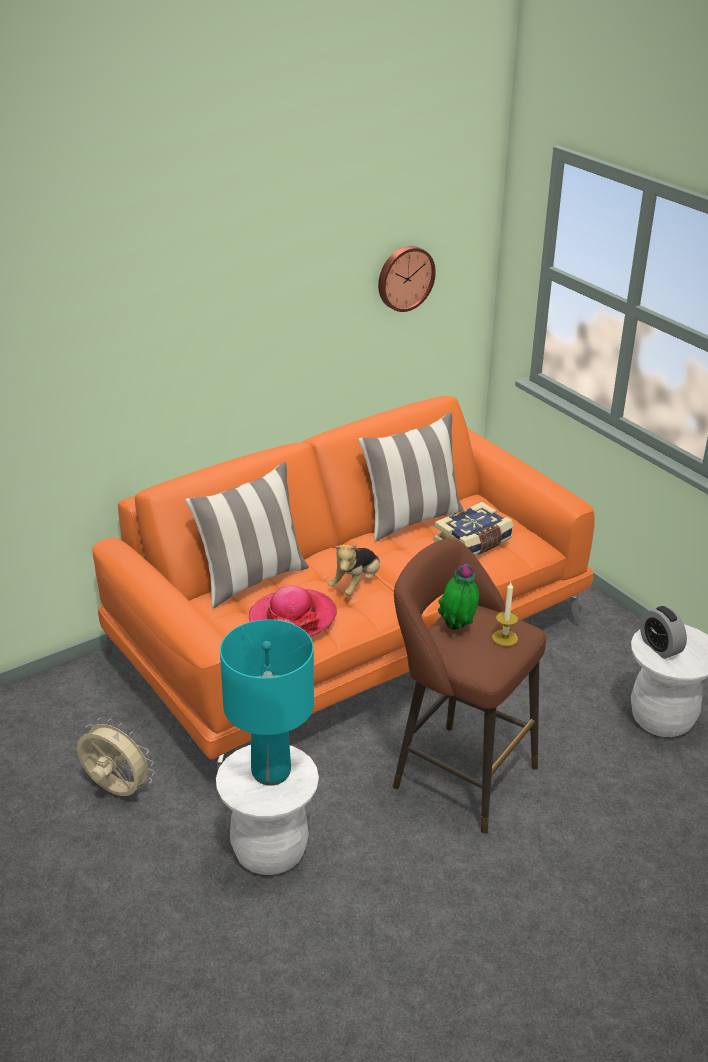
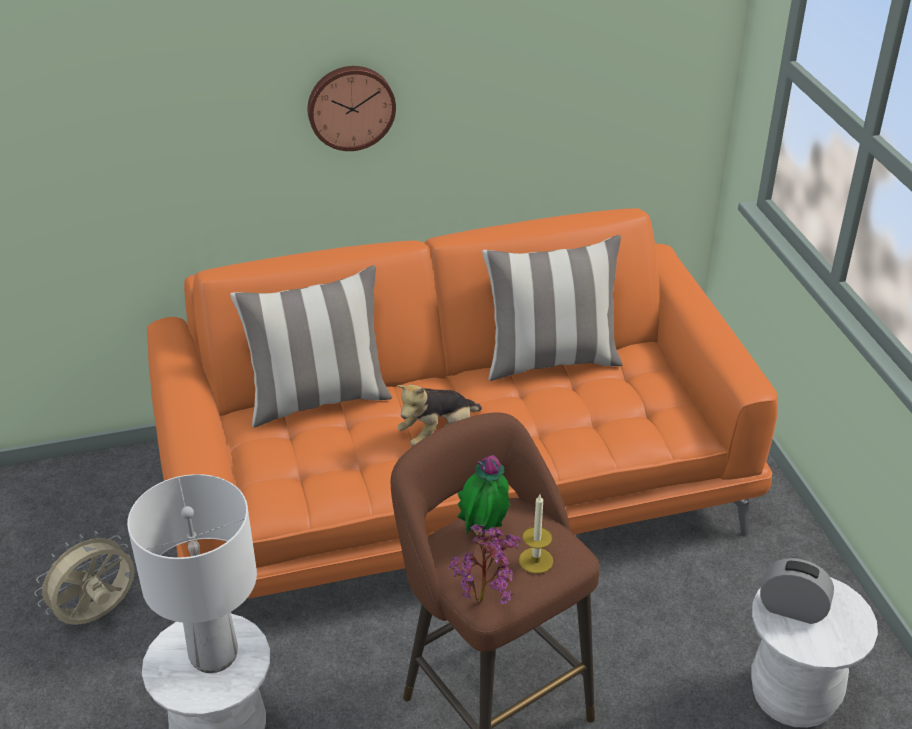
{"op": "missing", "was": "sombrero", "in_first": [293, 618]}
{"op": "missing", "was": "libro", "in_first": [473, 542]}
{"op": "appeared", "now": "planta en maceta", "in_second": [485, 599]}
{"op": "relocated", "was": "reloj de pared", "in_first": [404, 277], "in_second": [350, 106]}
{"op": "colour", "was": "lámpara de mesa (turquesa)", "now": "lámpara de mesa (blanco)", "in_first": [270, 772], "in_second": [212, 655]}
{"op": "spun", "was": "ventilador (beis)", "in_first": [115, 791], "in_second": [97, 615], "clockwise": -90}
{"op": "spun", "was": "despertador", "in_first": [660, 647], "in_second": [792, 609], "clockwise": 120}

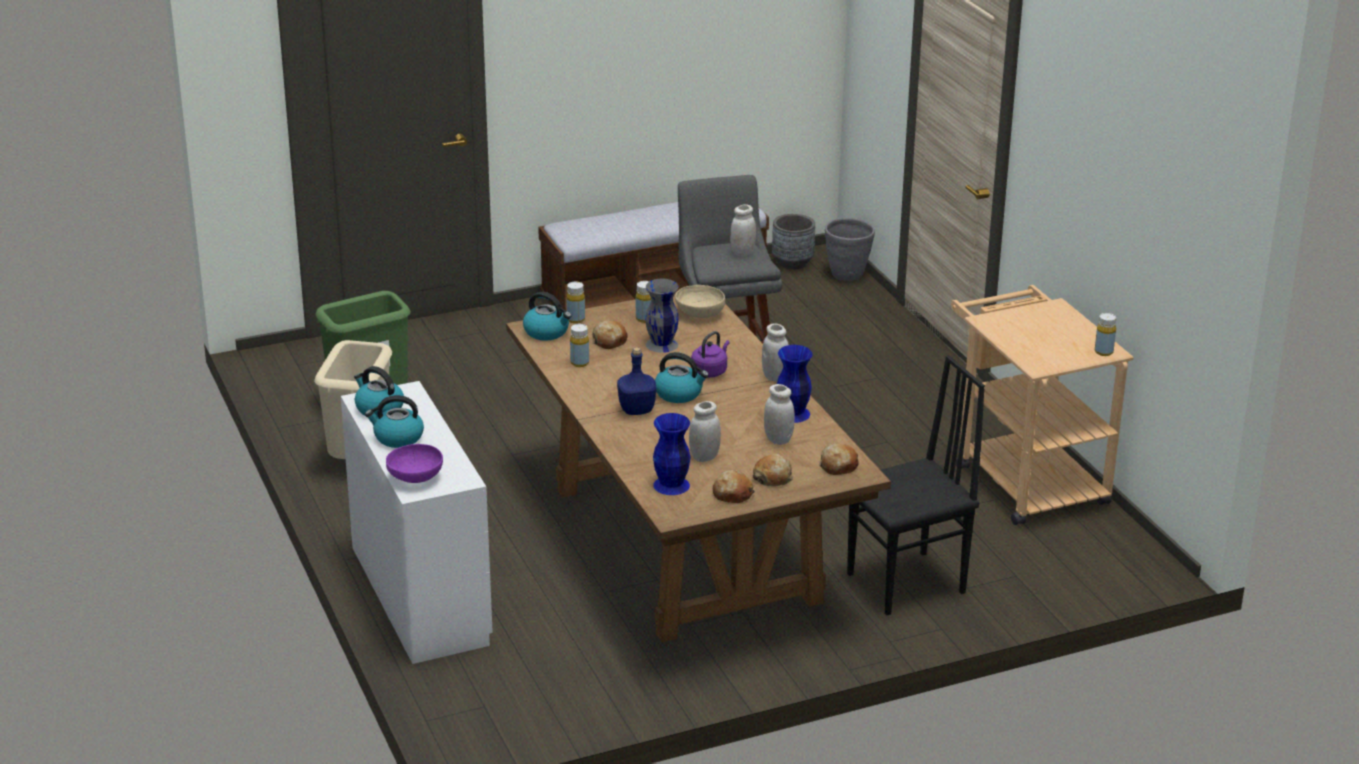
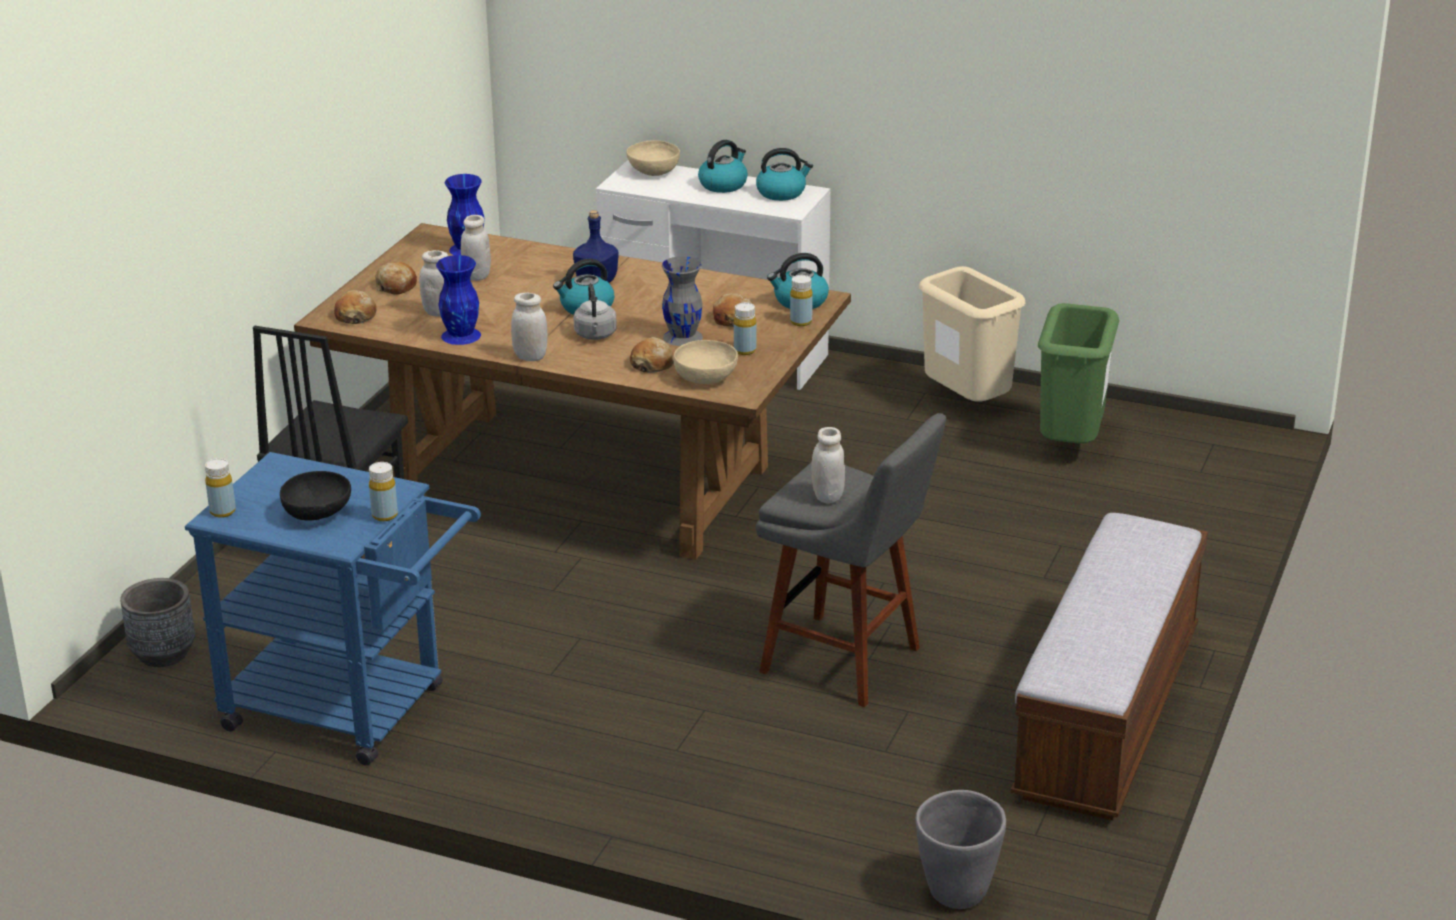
{"op": "appeared", "now": "cuenco (negro)", "in_second": [318, 514]}
{"op": "relocated", "was": "botella (amarillo)", "in_first": [579, 363], "in_second": [385, 515]}
{"op": "relocated", "was": "pan", "in_first": [732, 494], "in_second": [652, 364]}
{"op": "relocated", "was": "maceta (gris)", "in_first": [792, 262], "in_second": [163, 654]}
{"op": "colour", "was": "cuenco (morado)", "now": "cuenco (beis)", "in_first": [415, 478], "in_second": [653, 171]}
{"op": "colour", "was": "hervidor (morado)", "now": "hervidor (gris)", "in_first": [710, 371], "in_second": [595, 335]}
{"op": "colour", "was": "carrito (beis)", "now": "carrito (azul)", "in_first": [1024, 478], "in_second": [351, 711]}

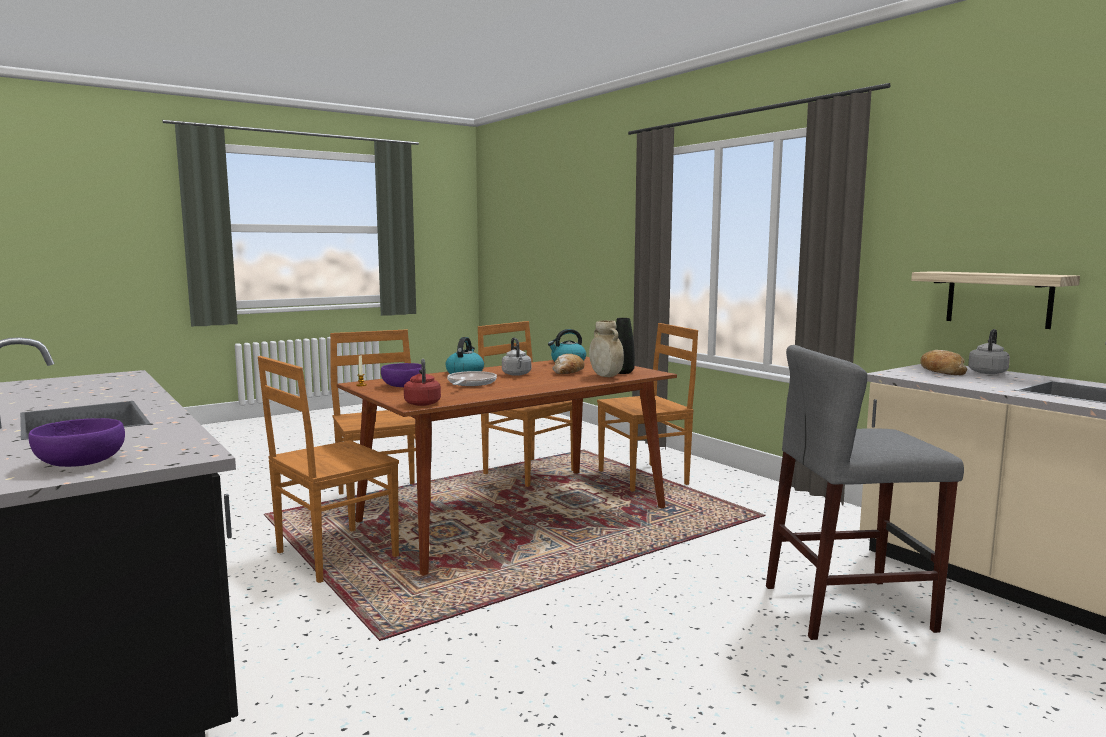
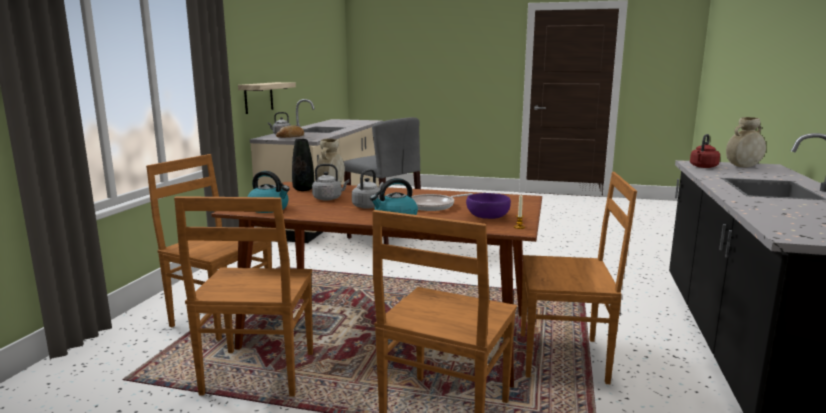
{"op": "relocated", "was": "hervidor (rojo)", "in_first": [422, 403], "in_second": [703, 167]}
{"op": "exchanged", "was": "cuenco (morado)", "now": "florero (beis)", "in_first": [80, 463], "in_second": [743, 167]}
{"op": "exchanged", "was": "pan", "now": "hervidor (gris)", "in_first": [567, 372], "in_second": [329, 198]}

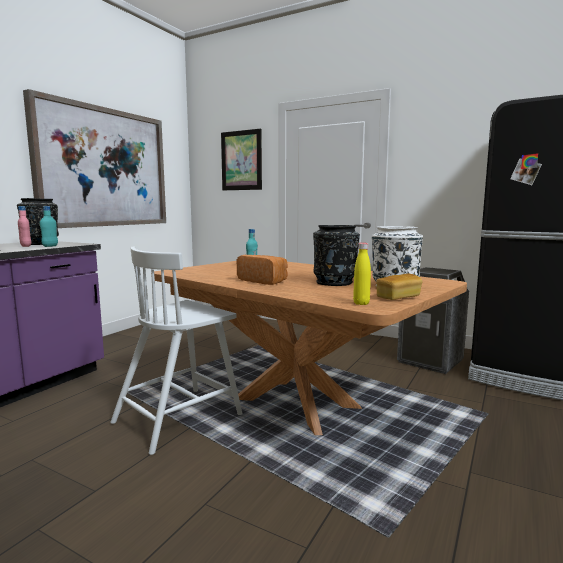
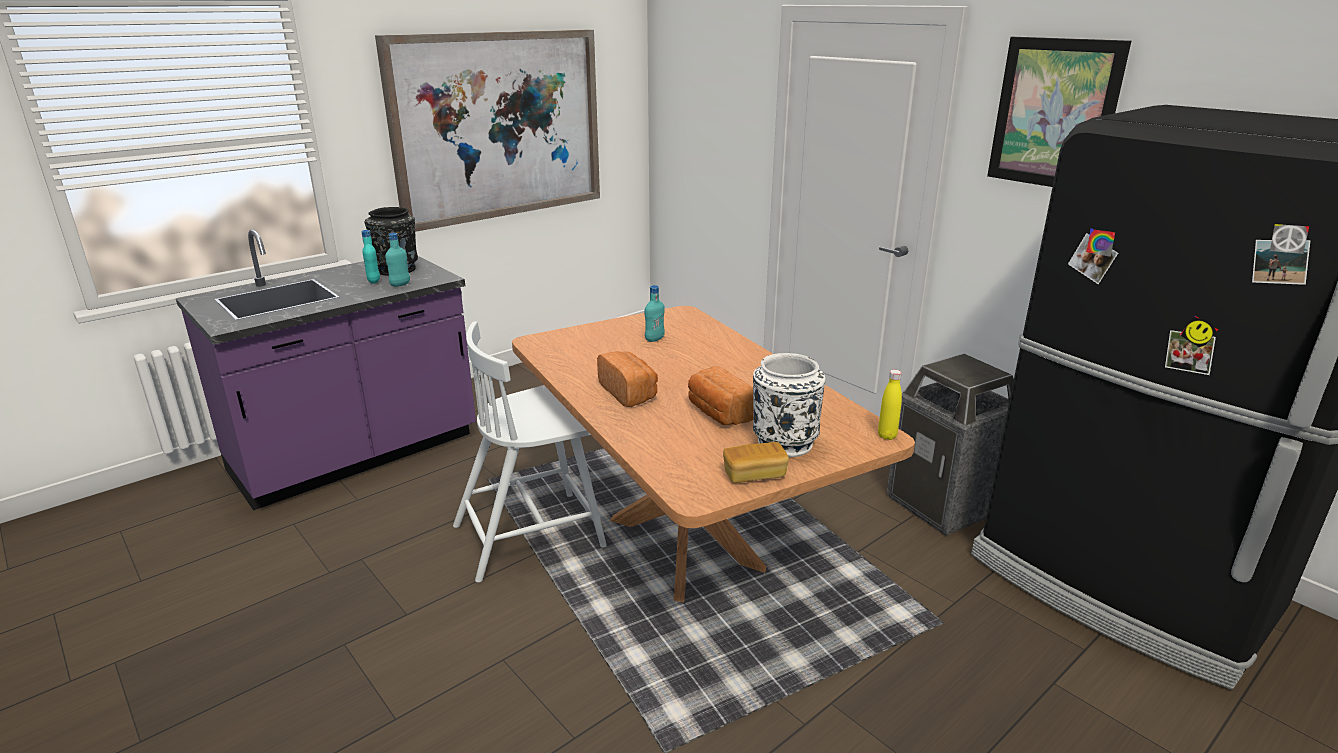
{"op": "relocated", "was": "cuadro", "in_first": [241, 160], "in_second": [1054, 114]}
{"op": "relocated", "was": "botella (amarillo)", "in_first": [361, 303], "in_second": [887, 436]}
{"op": "exchanged", "was": "florero (negro)", "now": "pan", "in_first": [335, 282], "in_second": [719, 413]}
{"op": "colour", "was": "botella (rosa)", "now": "botella (turquesa)", "in_first": [26, 246], "in_second": [374, 281]}

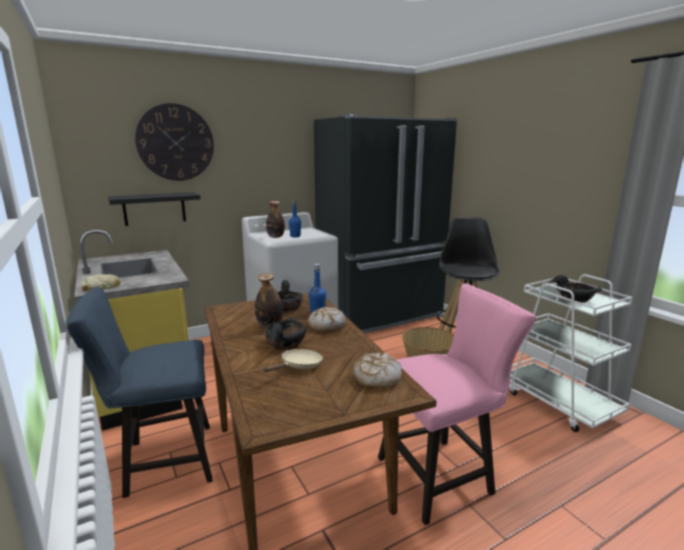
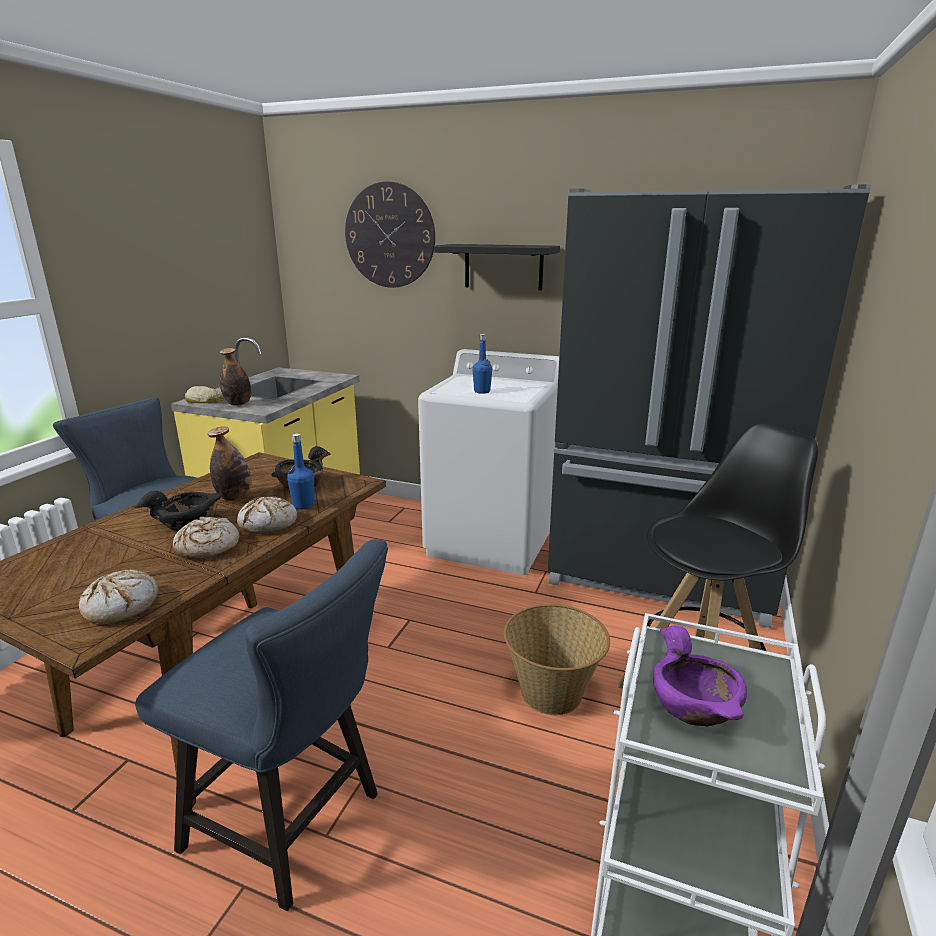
{"op": "missing", "was": "sartén (beis)", "in_first": [298, 366]}
{"op": "appeared", "now": "pan", "in_second": [207, 547]}
{"op": "relocated", "was": "estante (negro)", "in_first": [154, 208], "in_second": [503, 267]}
{"op": "relocated", "was": "botella", "in_first": [275, 237], "in_second": [238, 404]}
{"op": "colour", "was": "silla (rosa)", "now": "silla (azul)", "in_first": [441, 474], "in_second": [294, 824]}
{"op": "colour", "was": "cuenco (negro)", "now": "cuenco (morado)", "in_first": [575, 299], "in_second": [694, 705]}

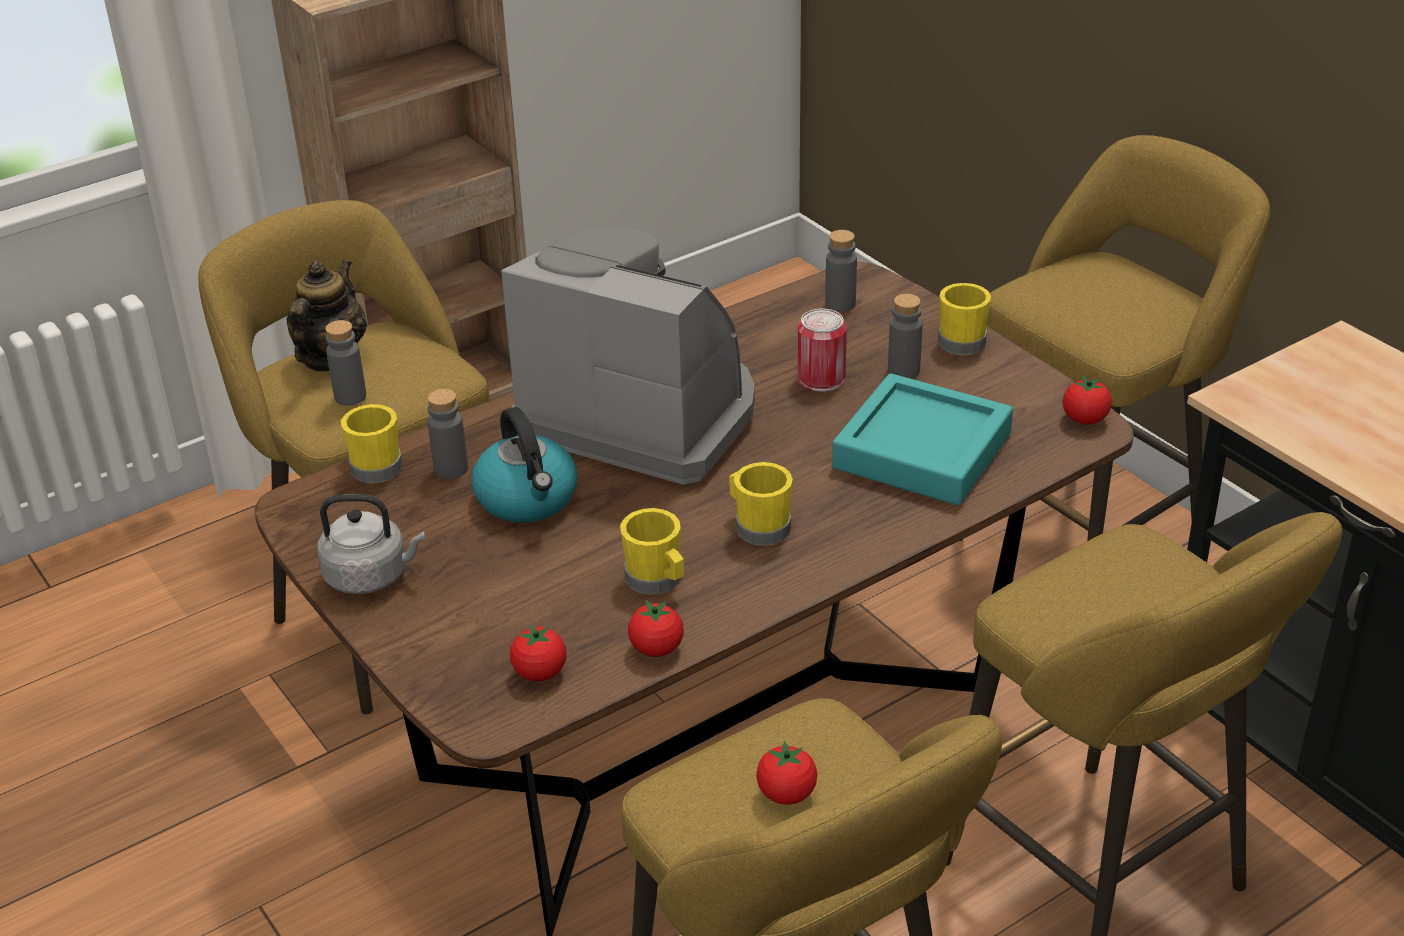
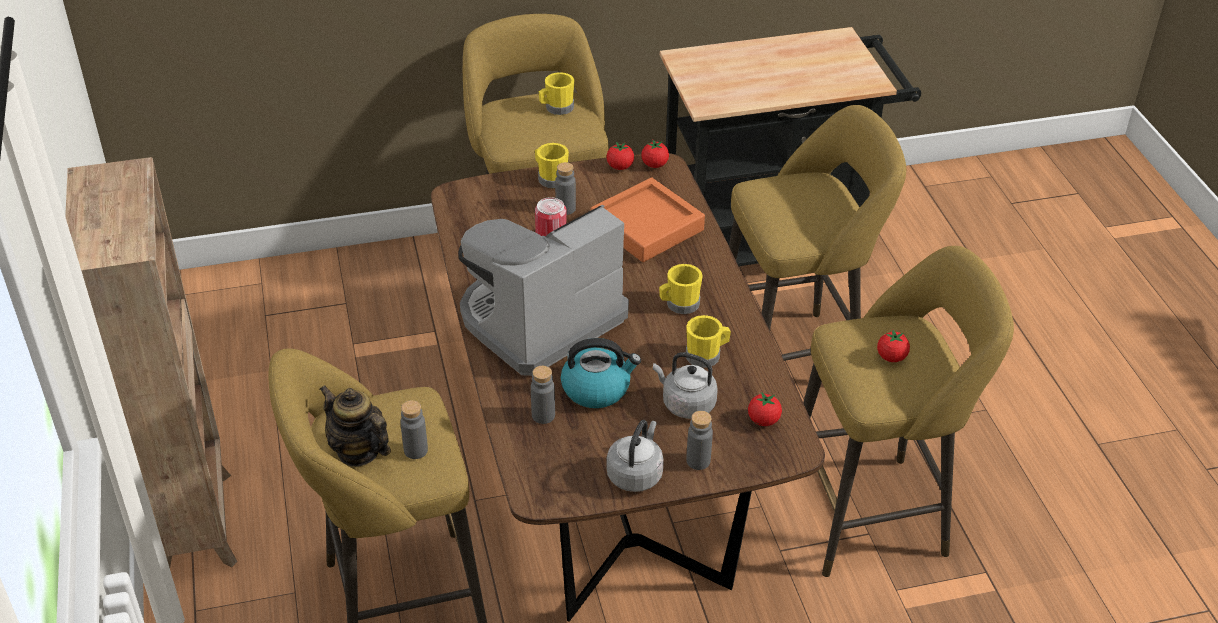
{"op": "appeared", "now": "hervidor (gris)", "in_second": [686, 404]}
{"op": "relocated", "was": "taza grande (amarillo)", "in_first": [372, 466], "in_second": [556, 108]}
{"op": "relocated", "was": "tomate", "in_first": [656, 649], "in_second": [620, 167]}
{"op": "relocated", "was": "botella (gris)", "in_first": [840, 304], "in_second": [698, 461]}
{"op": "colour", "was": "bandeja (turquesa)", "now": "bandeja (naranja)", "in_first": [922, 451], "in_second": [647, 226]}

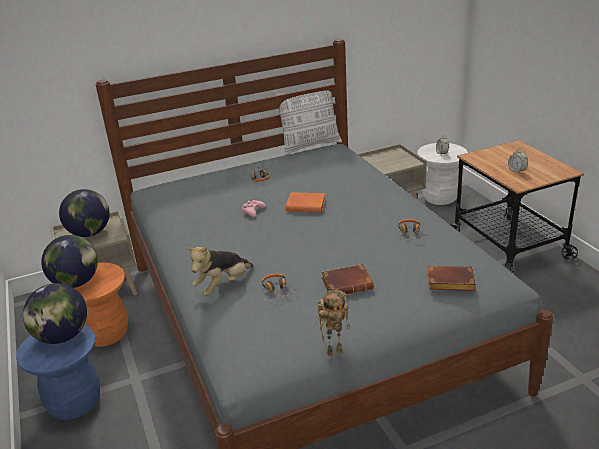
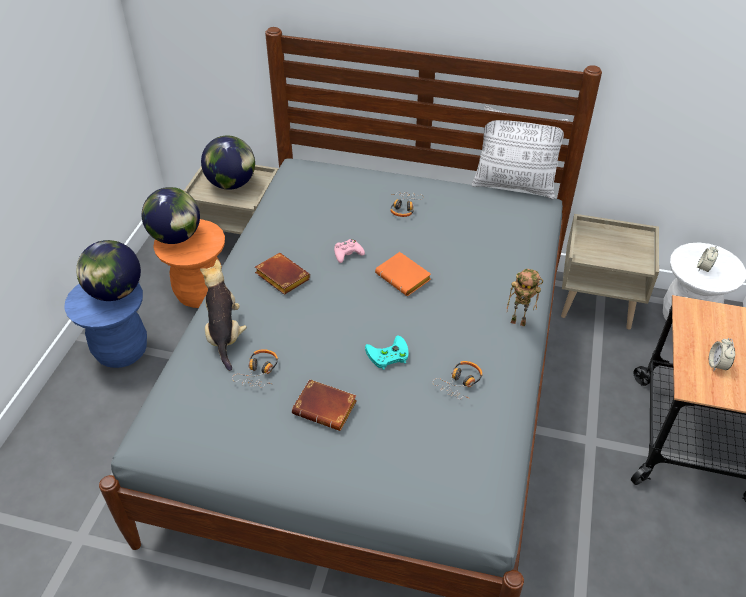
{"op": "appeared", "now": "mando de consola (turquesa)", "in_second": [387, 356]}
{"op": "relocated", "was": "robot de juguete", "in_first": [335, 351], "in_second": [519, 321]}
{"op": "relocated", "was": "libro (marrón)", "in_first": [449, 283], "in_second": [280, 277]}
{"op": "spun", "was": "peluche", "in_first": [223, 285], "in_second": [225, 334], "clockwise": 90}

